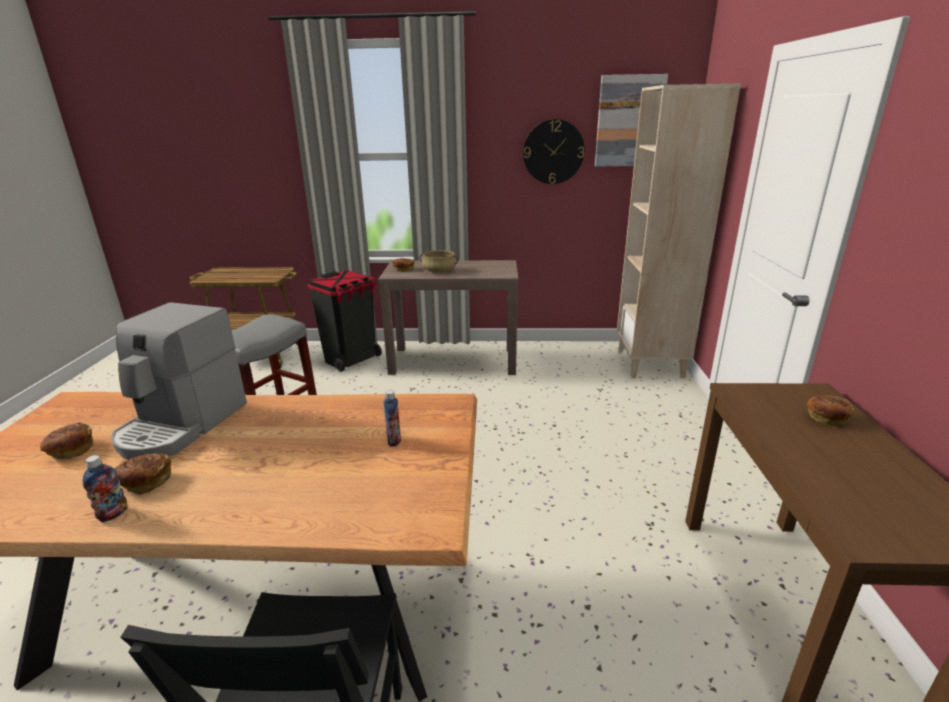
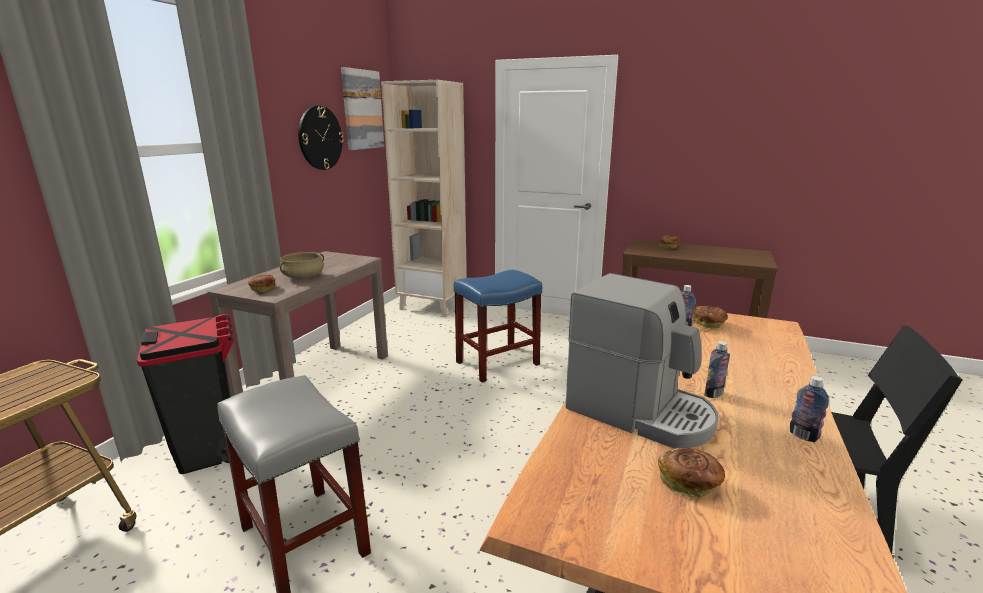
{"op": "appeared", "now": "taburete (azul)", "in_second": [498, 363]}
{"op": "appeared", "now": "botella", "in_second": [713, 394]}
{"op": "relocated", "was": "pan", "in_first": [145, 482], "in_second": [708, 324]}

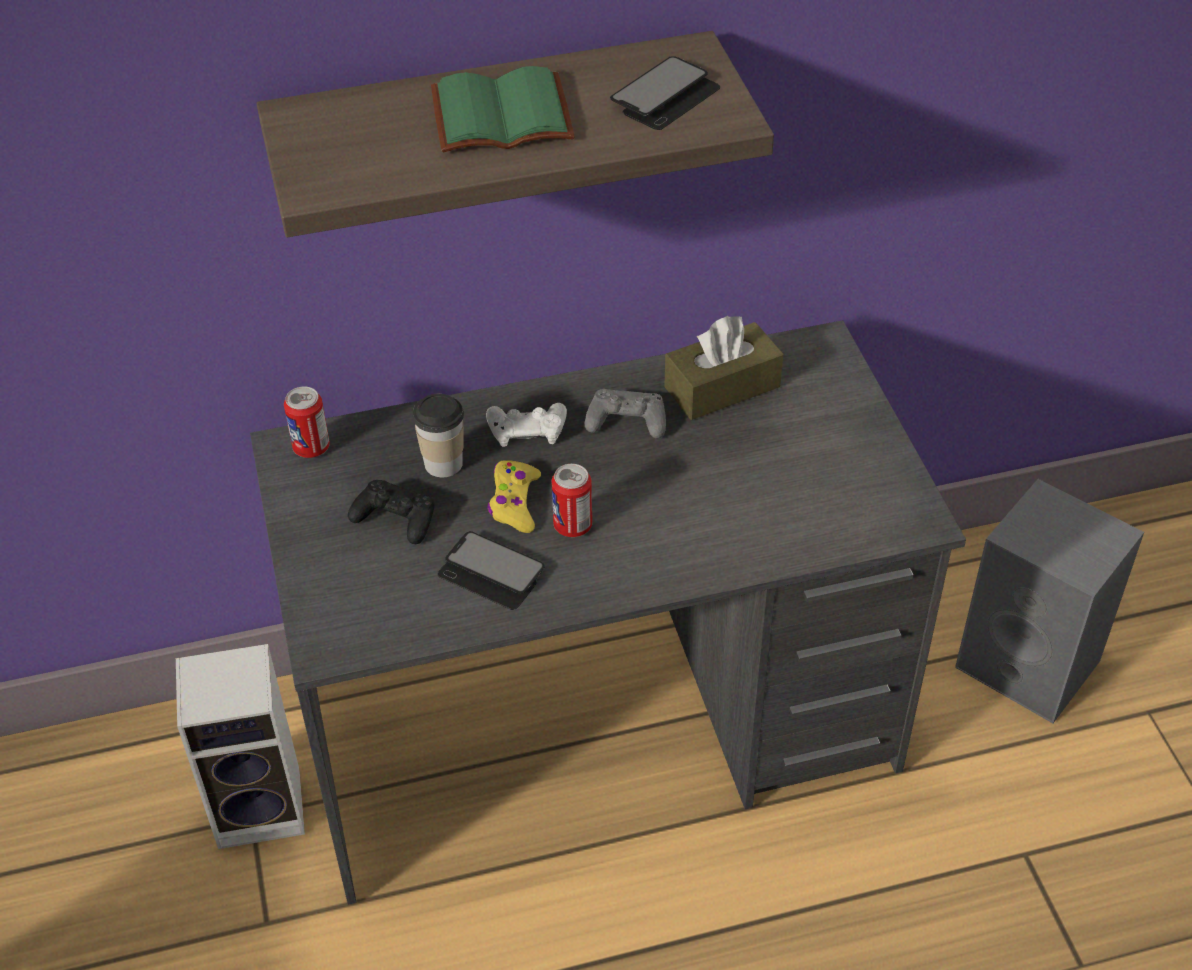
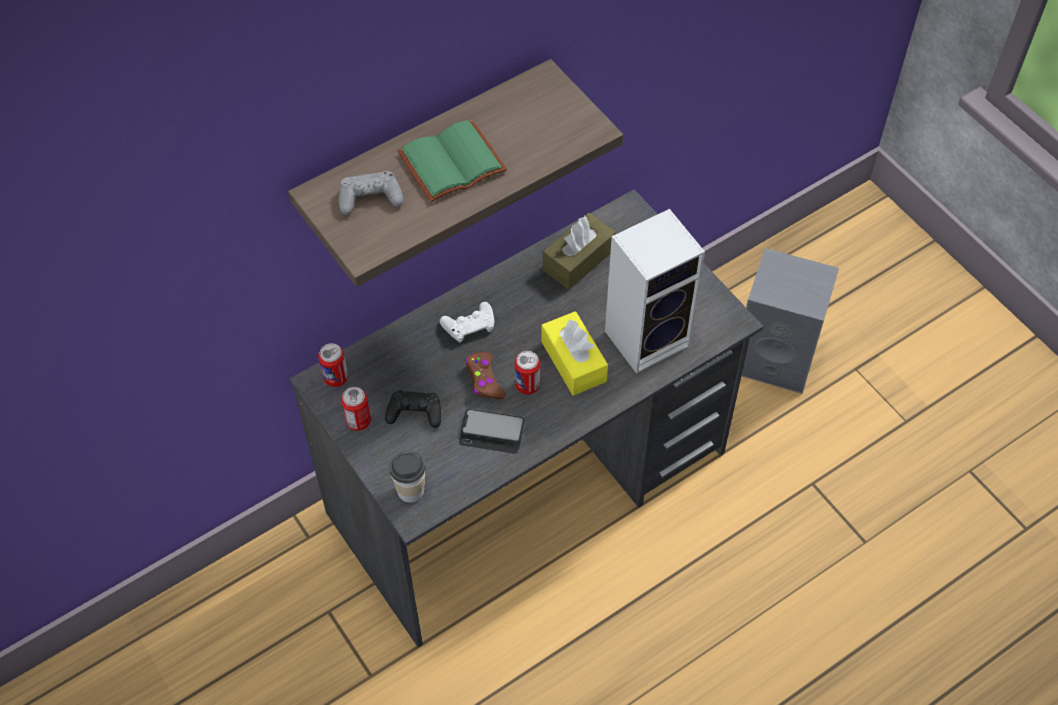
{"op": "missing", "was": "móvil", "in_first": [665, 96]}
{"op": "appeared", "now": "lata", "in_second": [358, 421]}
{"op": "appeared", "now": "caja de pañuelos (amarillo)", "in_second": [573, 361]}
{"op": "relocated", "was": "altavoz", "in_first": [263, 805], "in_second": [649, 336]}
{"op": "relocated", "was": "taza", "in_first": [443, 464], "in_second": [410, 491]}
{"op": "relocated", "was": "mando de consola (gris)", "in_first": [626, 421], "in_second": [370, 198]}
{"op": "colour", "was": "mando de consola (amarillo)", "now": "mando de consola (marrón)", "in_first": [514, 503], "in_second": [484, 380]}

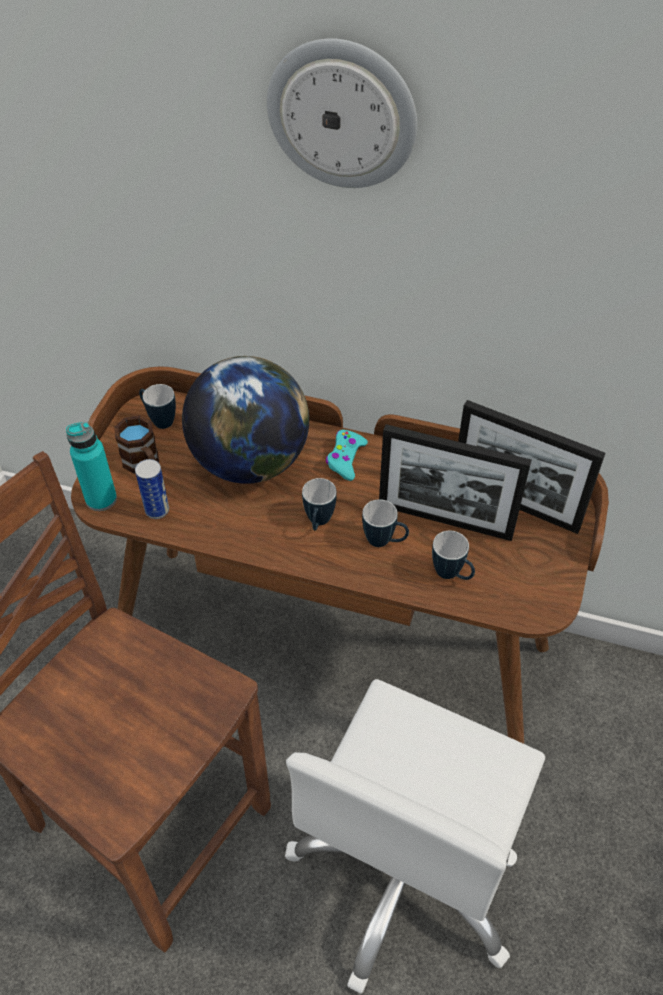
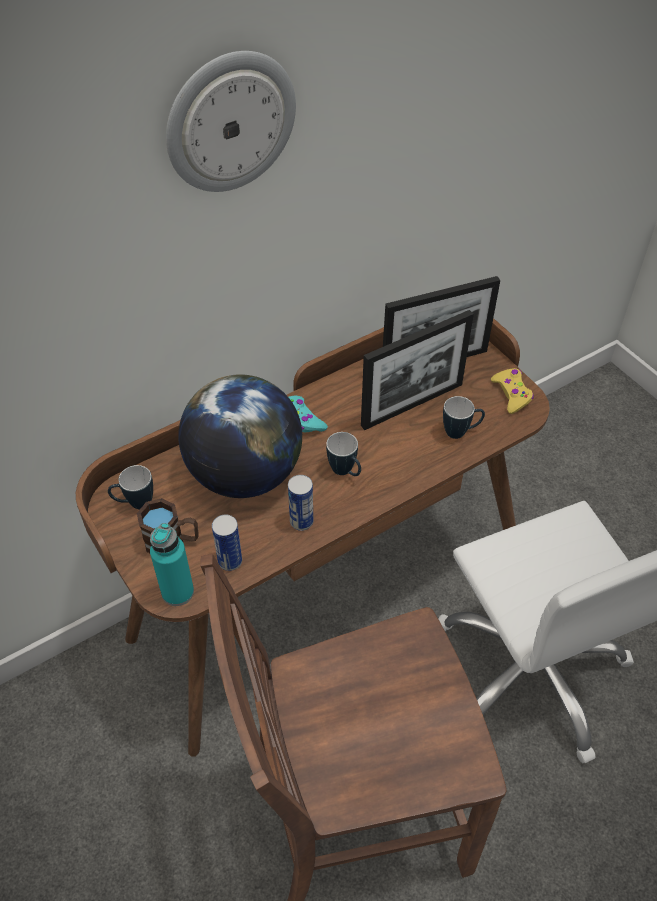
{"op": "missing", "was": "taza grande", "in_first": [384, 542]}
{"op": "appeared", "now": "lata", "in_second": [301, 521]}
{"op": "appeared", "now": "mando de consola (amarillo)", "in_second": [511, 394]}

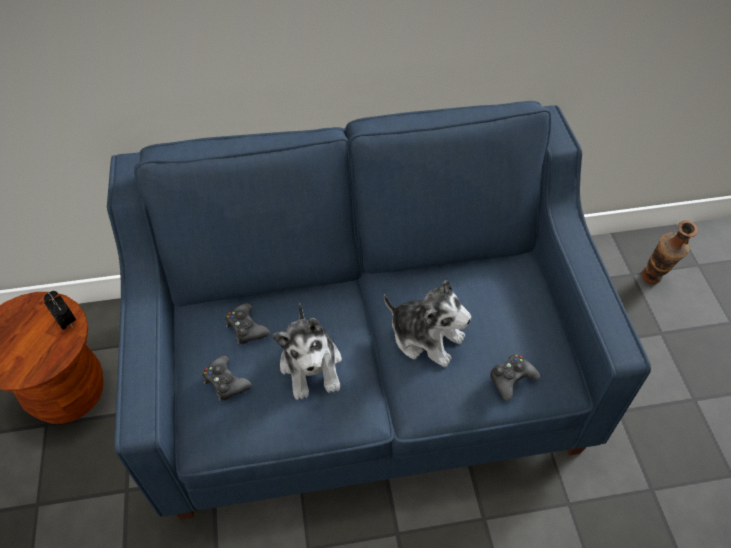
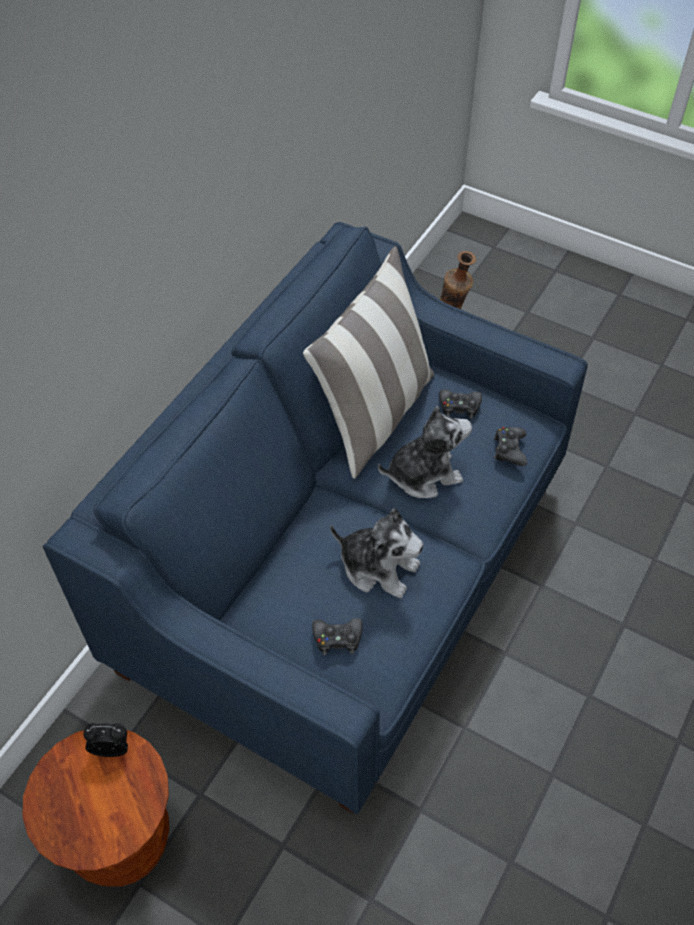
{"op": "appeared", "now": "cojín", "in_second": [373, 414]}
{"op": "relocated", "was": "mando de consola (negro)", "in_first": [246, 328], "in_second": [459, 407]}

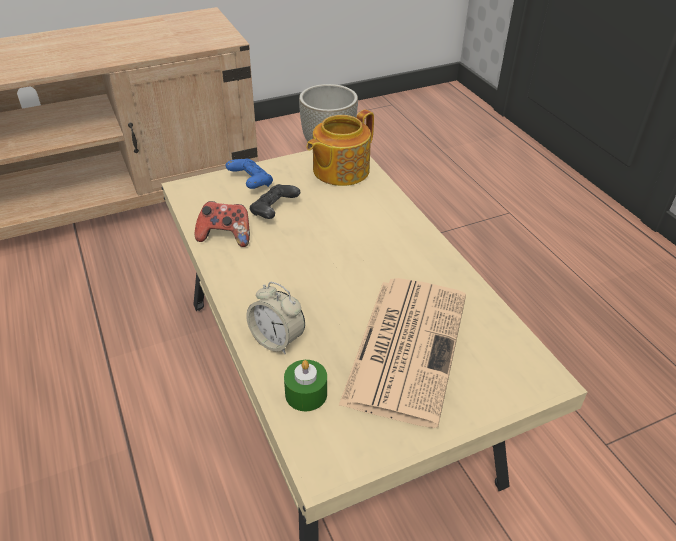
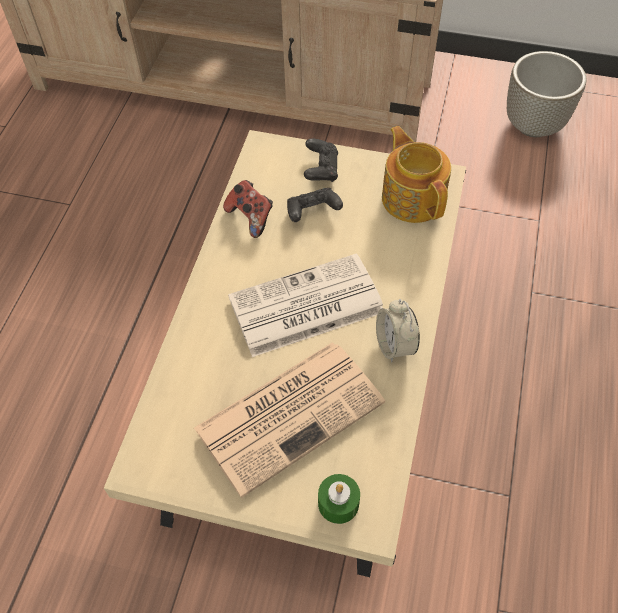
{"op": "appeared", "now": "periódico", "in_second": [304, 307]}
{"op": "relocated", "was": "despertador", "in_first": [277, 340], "in_second": [395, 345]}
{"op": "relocated", "was": "vela (verde)", "in_first": [306, 394], "in_second": [338, 503]}
{"op": "colour", "was": "mando de consola (azul)", "now": "mando de consola (negro)", "in_first": [251, 183], "in_second": [321, 169]}
{"op": "spun", "was": "tetera", "in_first": [339, 170], "in_second": [413, 197], "clockwise": 75}

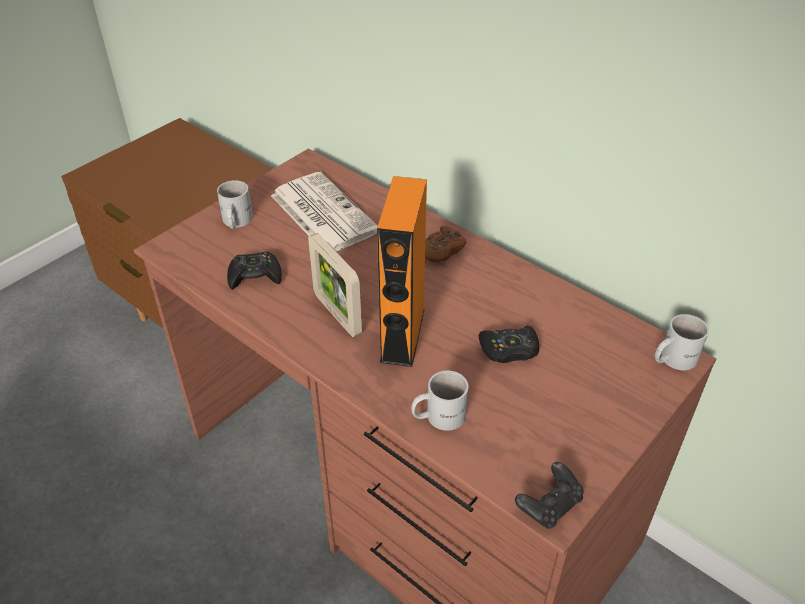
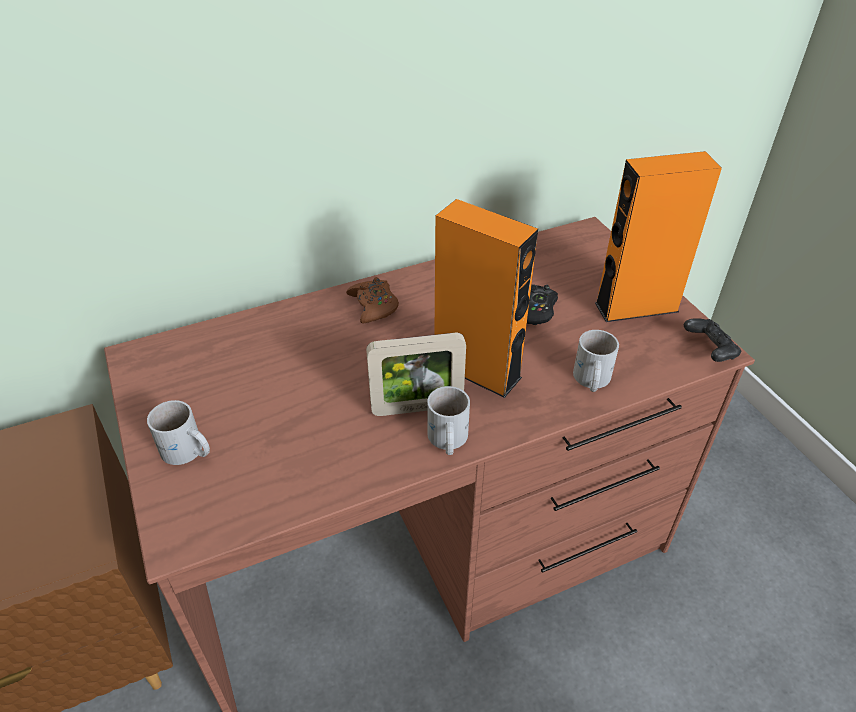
{"op": "missing", "was": "mando de consola (negro)", "in_first": [255, 276]}
{"op": "missing", "was": "periódico", "in_first": [322, 213]}
{"op": "appeared", "now": "altavoz (naranja)", "in_second": [636, 307]}
{"op": "relocated", "was": "taza grande (blanco)", "in_first": [672, 358], "in_second": [446, 440]}

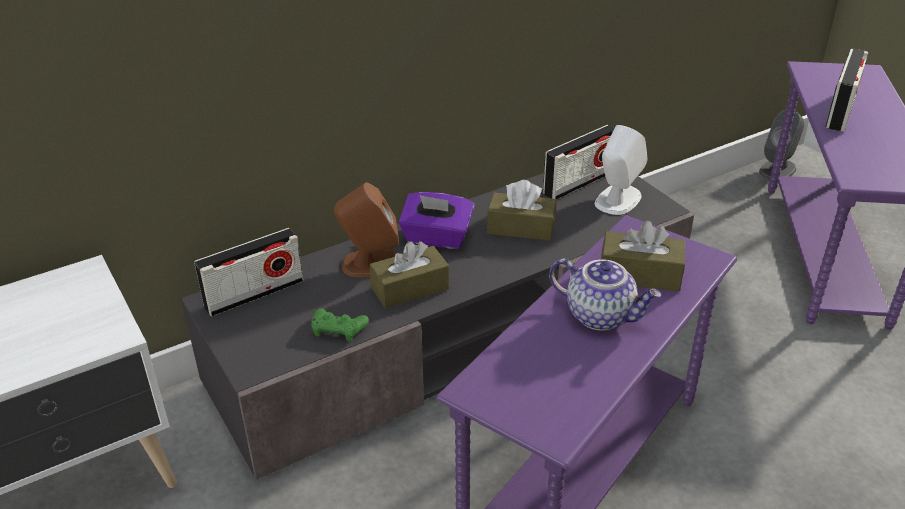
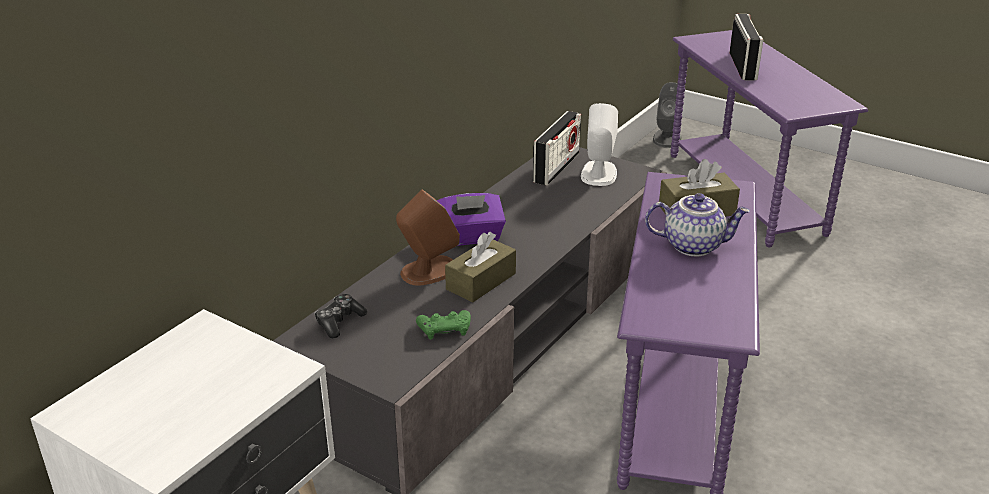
{"op": "missing", "was": "caja de pañuelos (marrón)", "in_first": [521, 228]}
{"op": "exchanged", "was": "radio", "now": "mando de consola", "in_first": [254, 294], "in_second": [339, 322]}

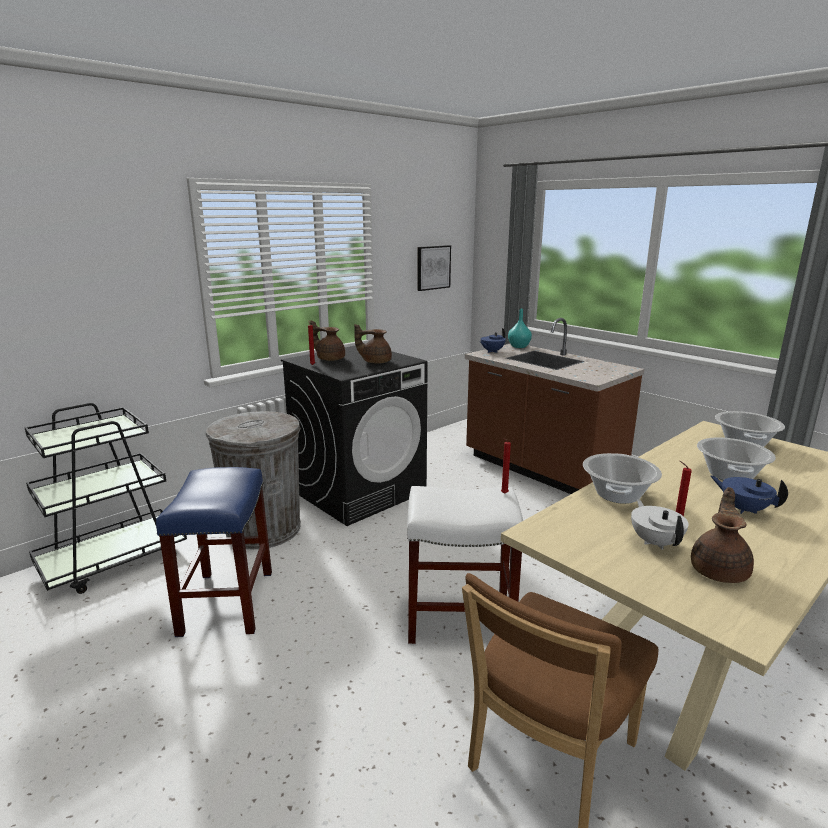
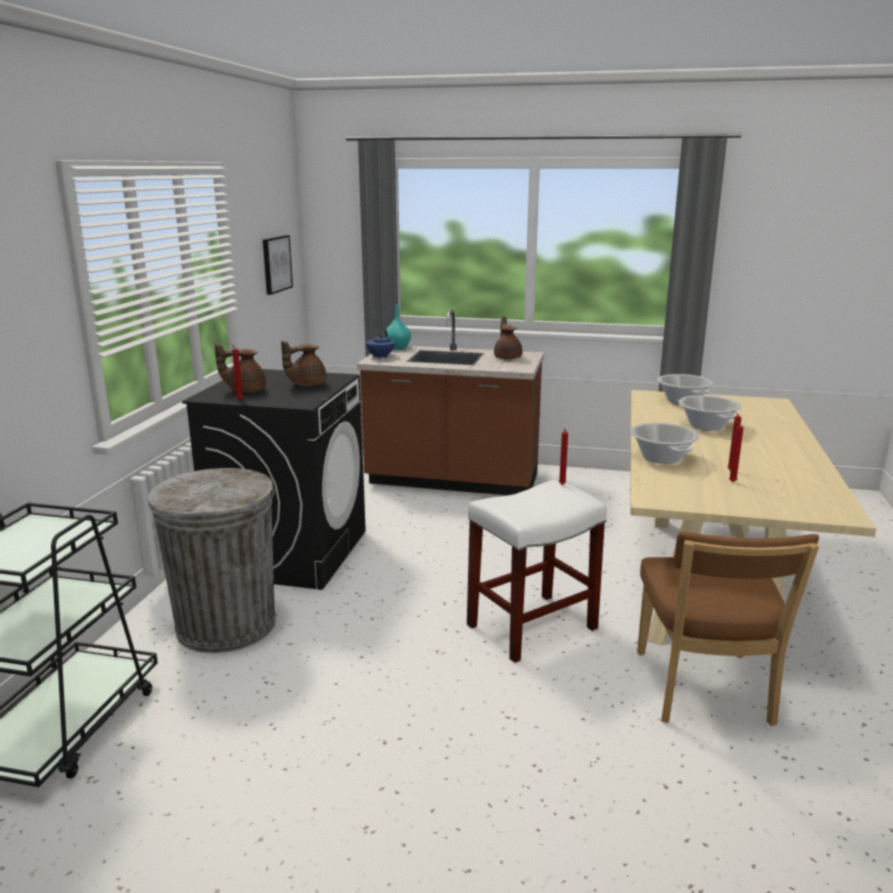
{"op": "missing", "was": "taburete (azul)", "in_first": [226, 601]}
{"op": "missing", "was": "tetera (azul)", "in_first": [743, 509]}
{"op": "relocated", "was": "tetera (marrón)", "in_first": [719, 570], "in_second": [507, 357]}
{"op": "exchanged", "was": "tetera (blanco)", "now": "vela (rojo)", "in_first": [655, 542], "in_second": [731, 481]}

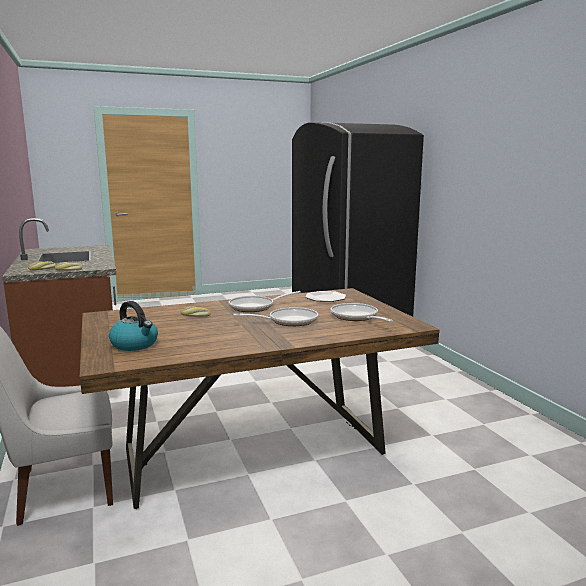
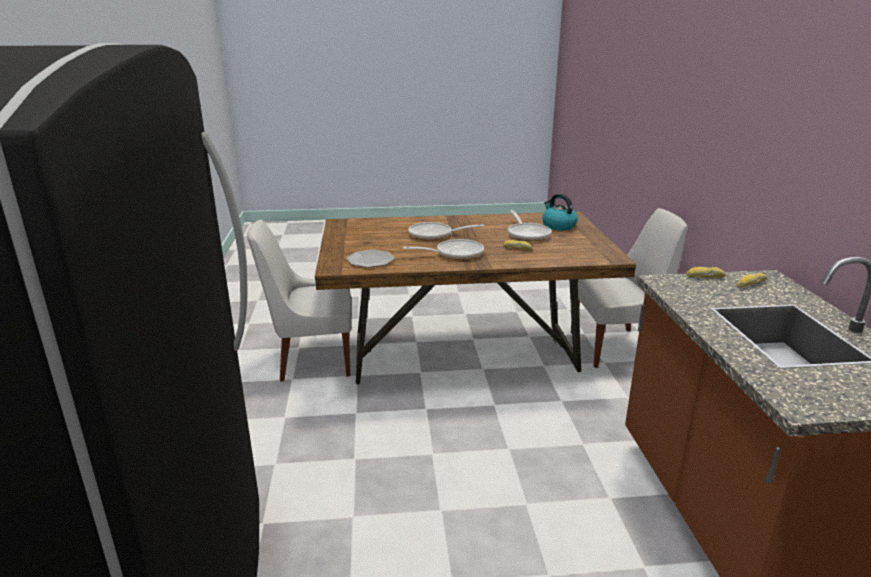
{"op": "appeared", "now": "silla (blanco)", "in_second": [312, 359]}
{"op": "relocated", "was": "sartén", "in_first": [356, 317], "in_second": [527, 234]}

